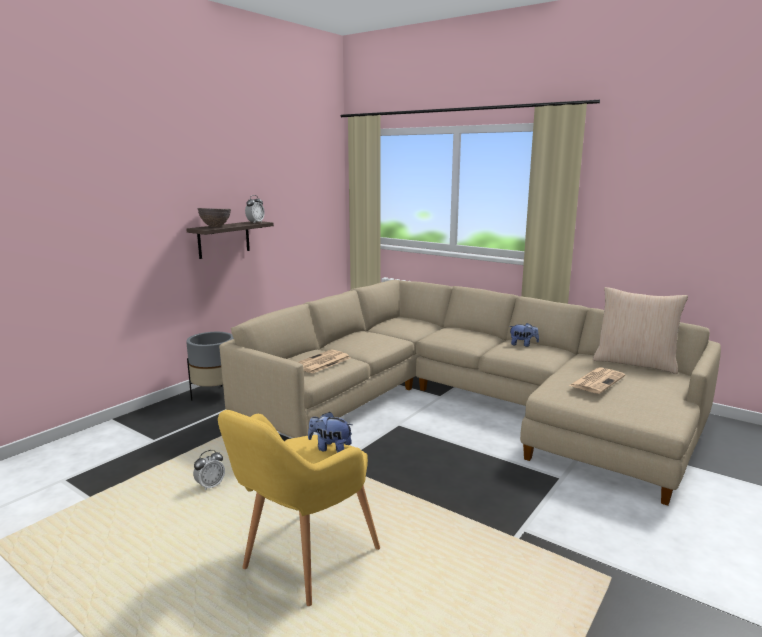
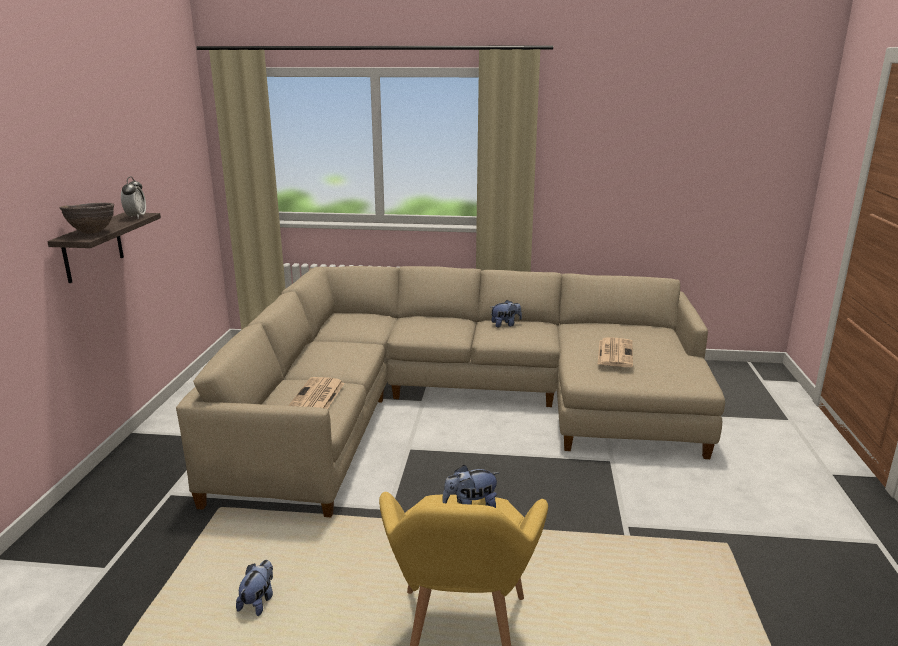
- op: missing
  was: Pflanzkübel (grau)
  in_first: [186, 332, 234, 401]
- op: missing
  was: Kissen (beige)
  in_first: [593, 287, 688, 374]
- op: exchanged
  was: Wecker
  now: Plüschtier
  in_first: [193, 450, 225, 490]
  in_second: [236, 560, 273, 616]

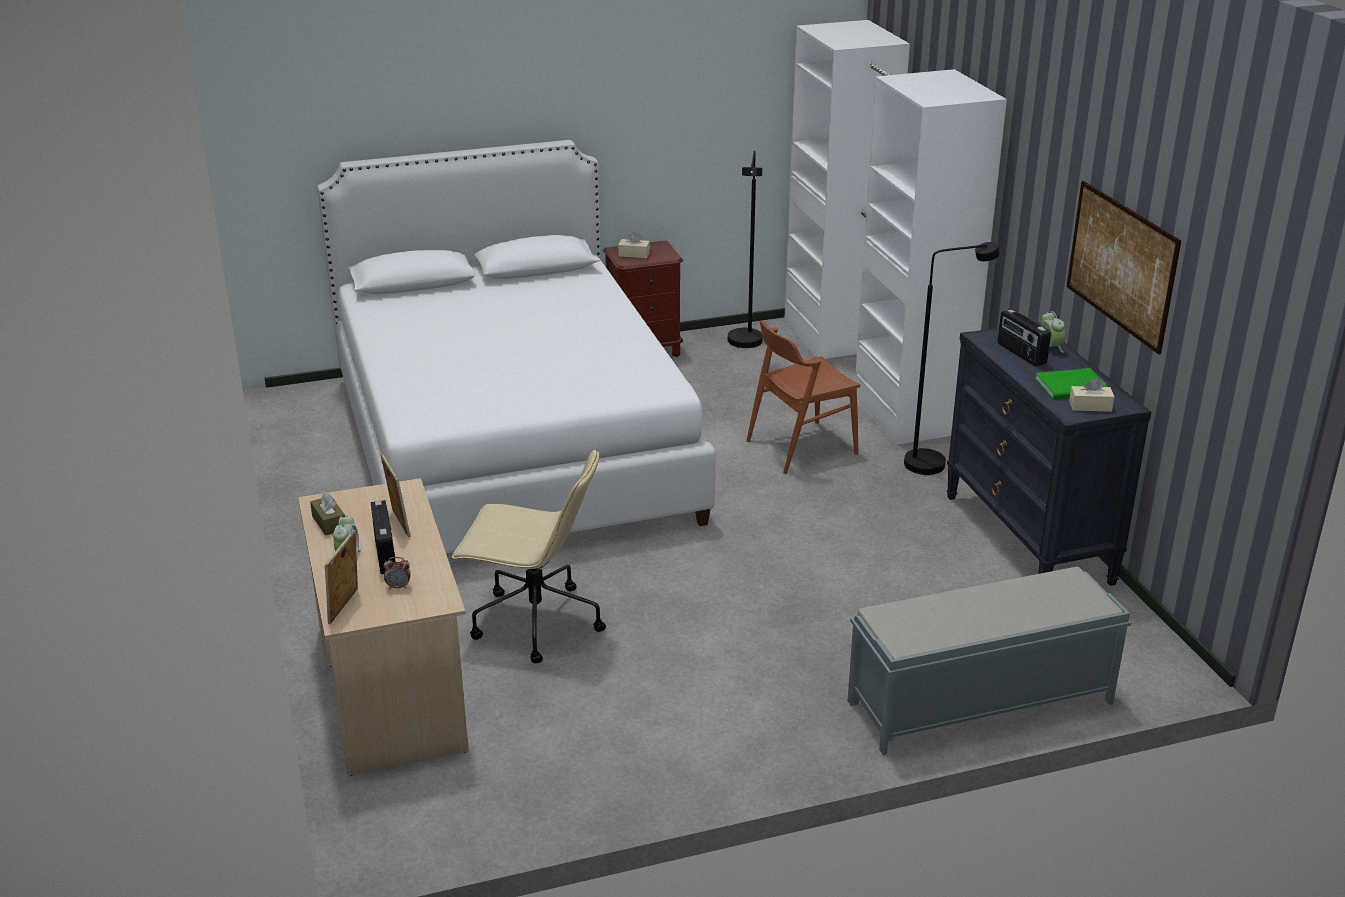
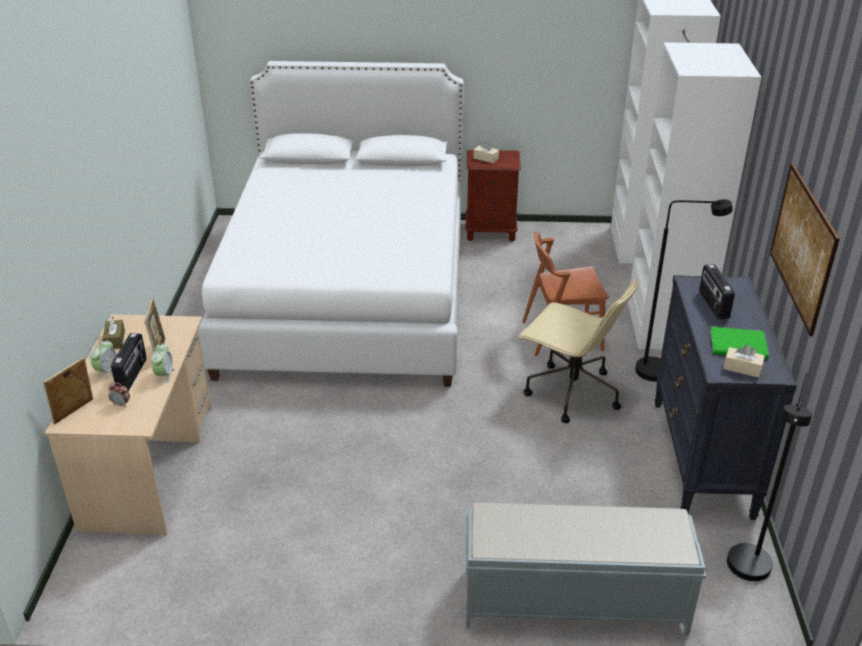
- op: relocated
  was: Bürostuhl (beige)
  in_first: [451, 448, 606, 663]
  in_second: [518, 278, 639, 423]
- op: relocated
  was: Stehlampe (schwarz)
  in_first: [728, 150, 763, 348]
  in_second: [727, 373, 812, 581]
- op: relocated
  was: Wecker
  in_first: [1041, 311, 1065, 353]
  in_second: [151, 344, 175, 383]

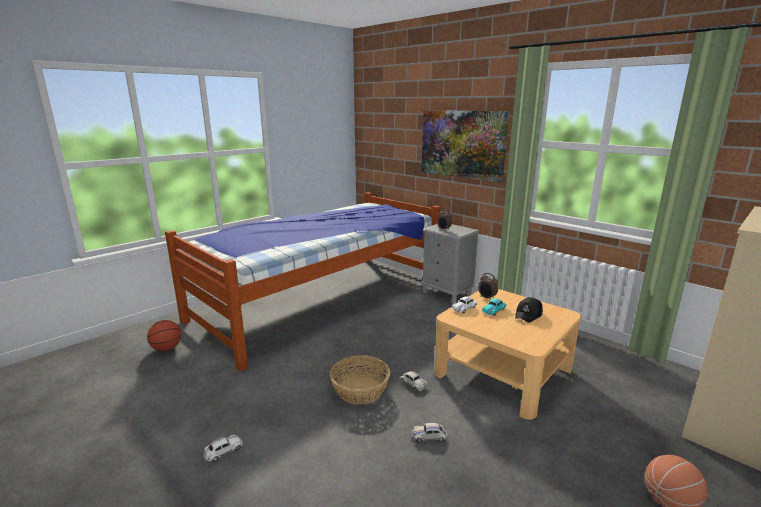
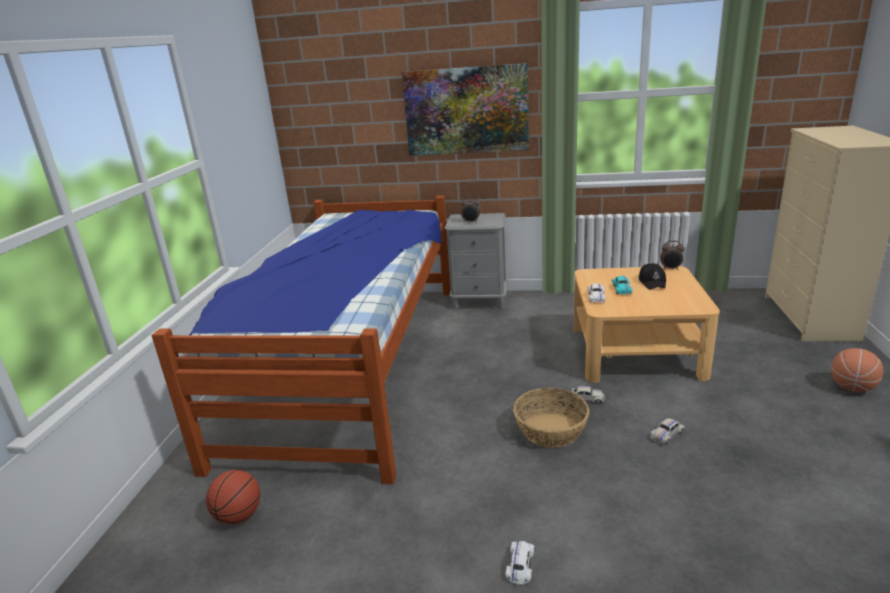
- op: relocated
  was: Wecker
  in_first: [478, 273, 498, 301]
  in_second: [660, 241, 684, 270]

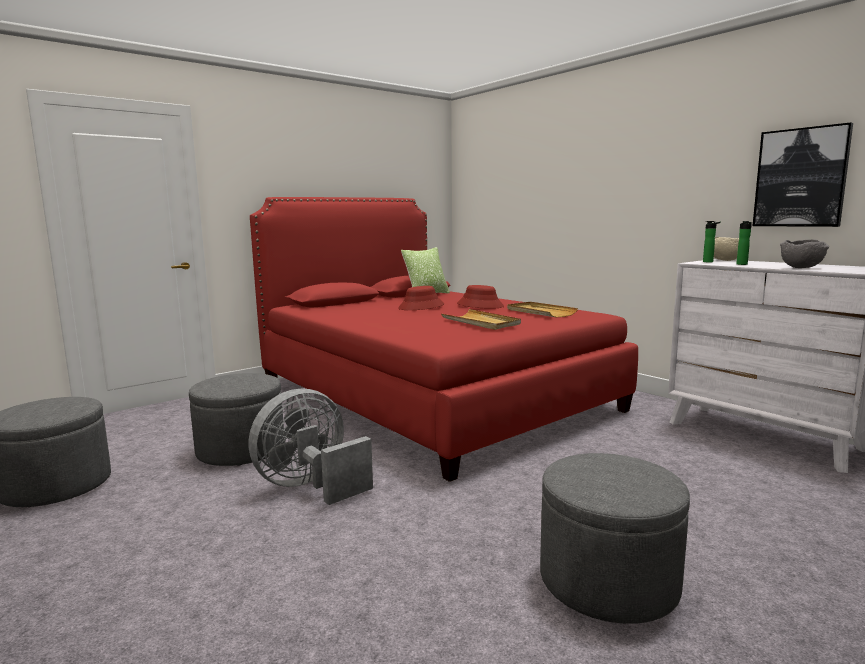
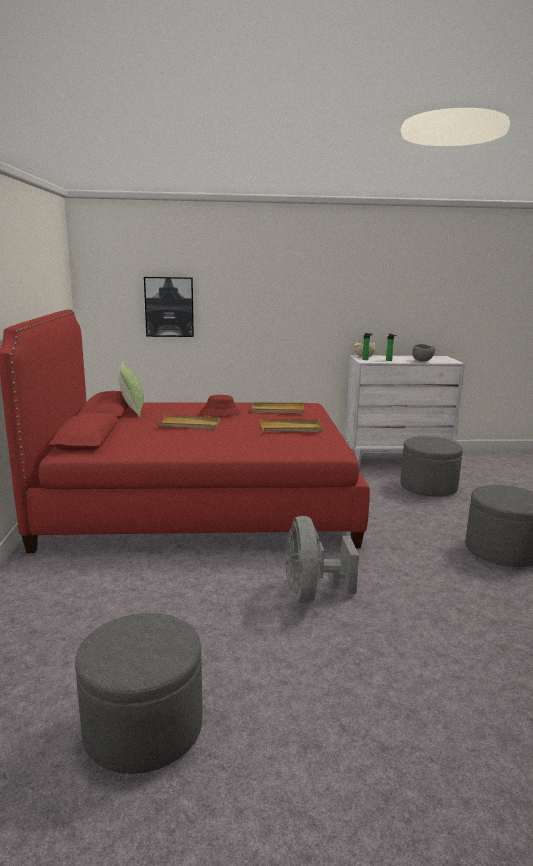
- op: relocated
  was: Polsterhocker (grau)
  in_first: [189, 373, 285, 466]
  in_second: [400, 437, 463, 497]
- op: relocated
  was: Bild
  in_first: [753, 123, 853, 227]
  in_second: [144, 277, 194, 337]
- op: exchanged
  was: Hut (rot)
  now: Tablett (beige)
  in_first: [398, 286, 444, 310]
  in_second: [157, 414, 220, 430]

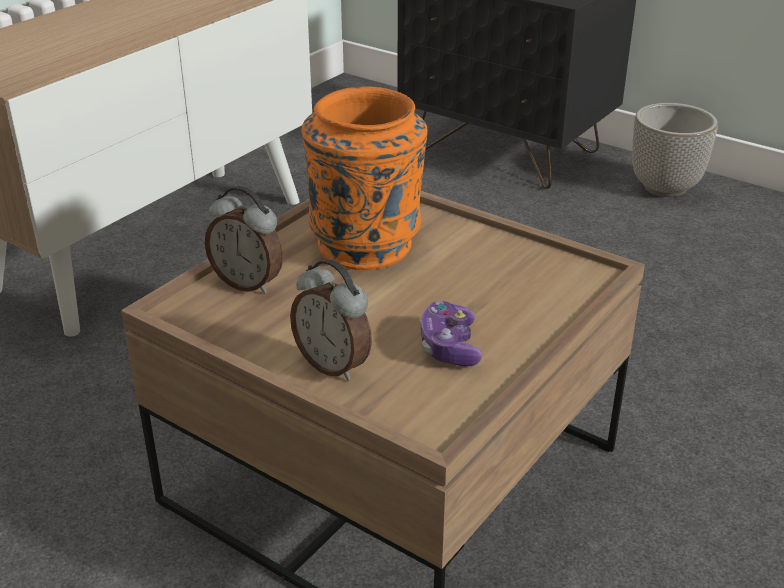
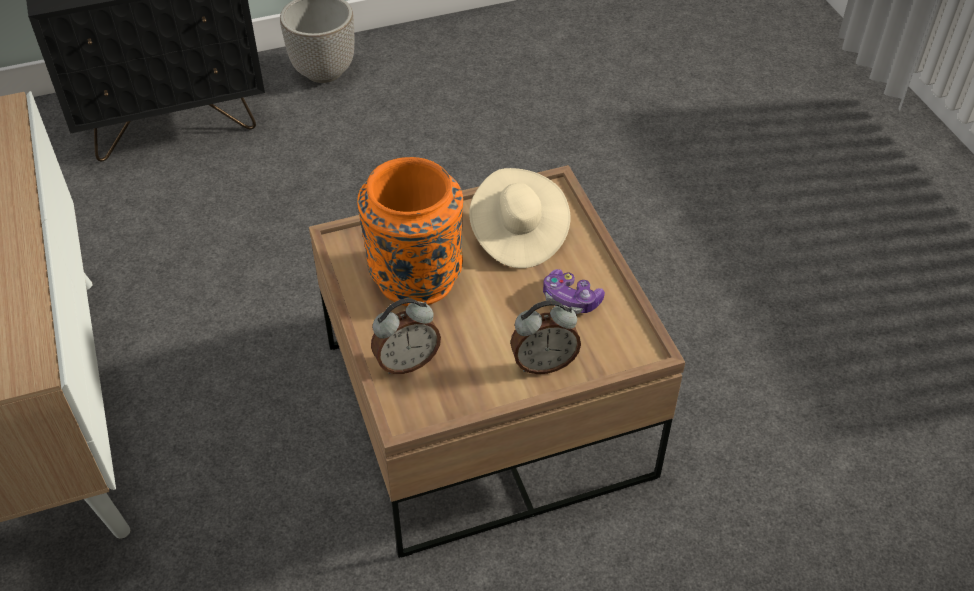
- op: appeared
  now: Hut (beige)
  in_second: [469, 168, 570, 268]

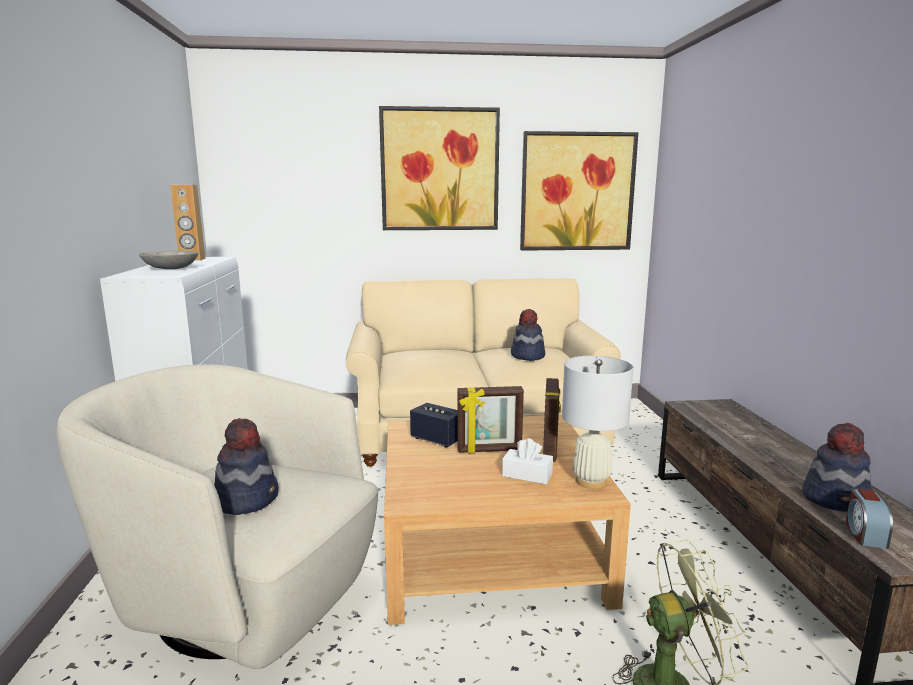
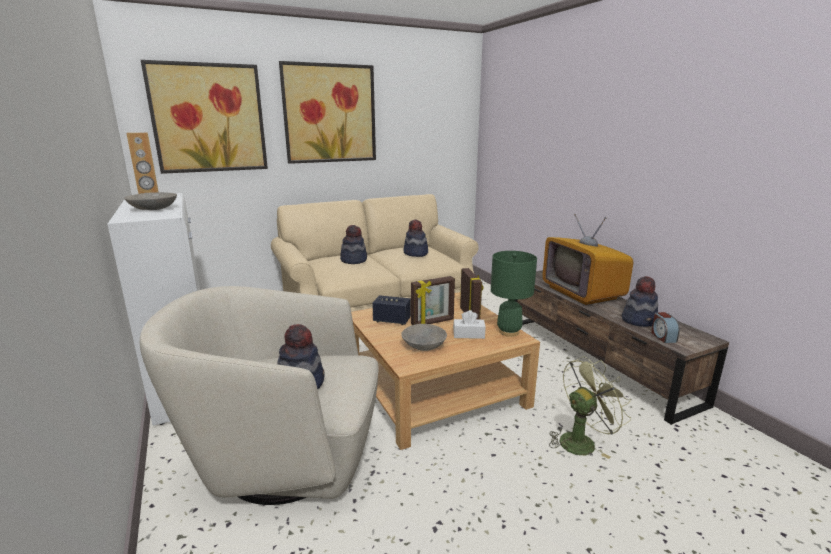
- op: appeared
  now: Hut
  in_second: [340, 225, 367, 264]
- op: appeared
  now: Schüssel (grau)
  in_second: [401, 324, 447, 351]
- op: appeared
  now: Fernseher
  in_second: [542, 214, 633, 305]
- op: relocated
  was: Bild
  in_first: [520, 131, 638, 251]
  in_second: [141, 60, 268, 174]
- op: colour
  was: Tischlampe (weiß)
  now: Tischlampe (grün)
  in_first: [562, 356, 633, 489]
  in_second: [491, 251, 537, 337]

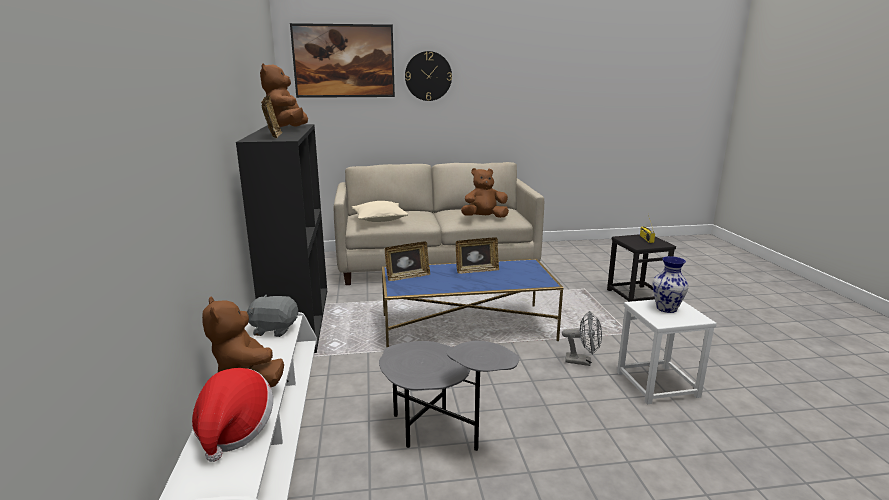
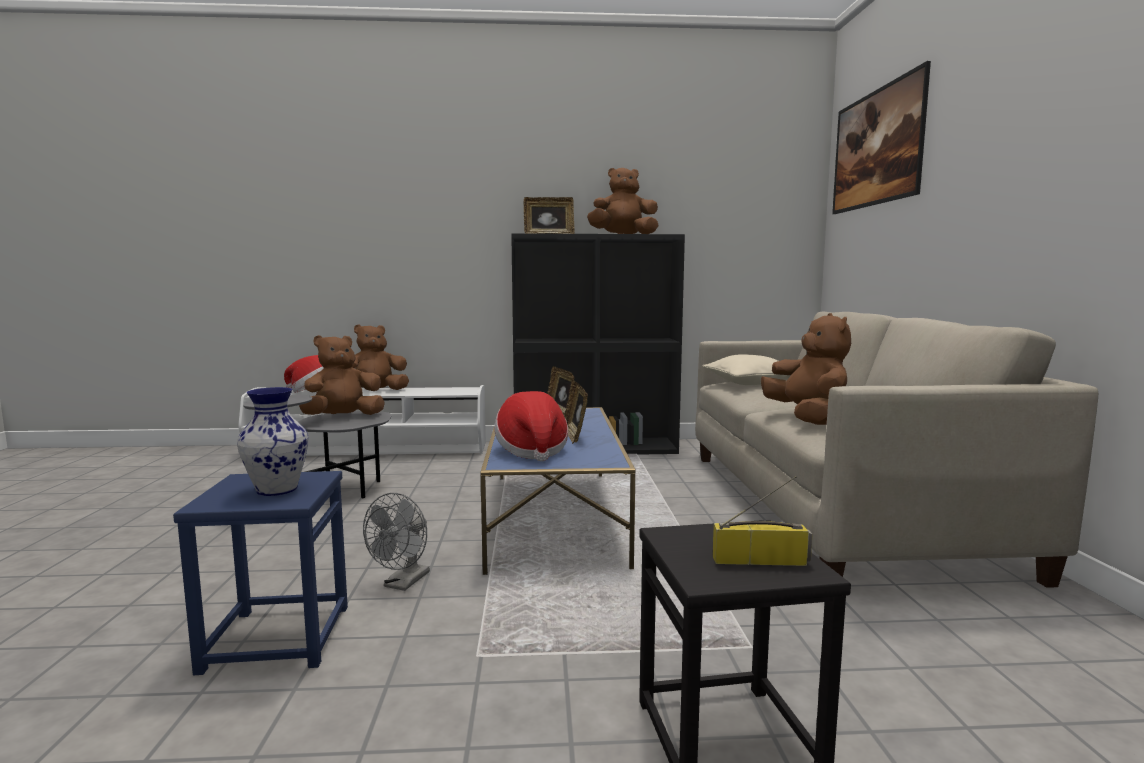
- op: missing
  was: Plüschtier (grau)
  in_first: [247, 294, 298, 337]
- op: missing
  was: Wanduhr
  in_first: [405, 51, 452, 101]
- op: appeared
  now: Plüschtier (braun)
  in_second: [299, 335, 385, 415]
- op: appeared
  now: Hut
  in_second: [494, 391, 568, 462]
- op: colour
  was: Hocker (weiß)
  now: Hocker (blau)
  in_first: [617, 299, 717, 404]
  in_second: [173, 471, 348, 675]

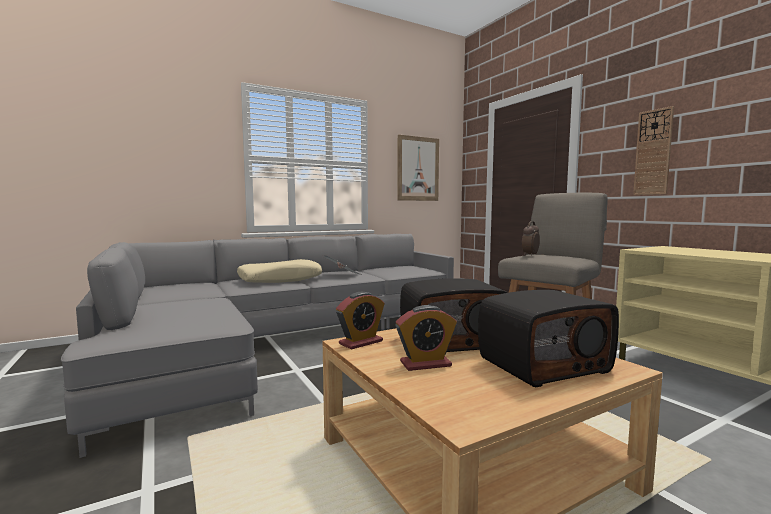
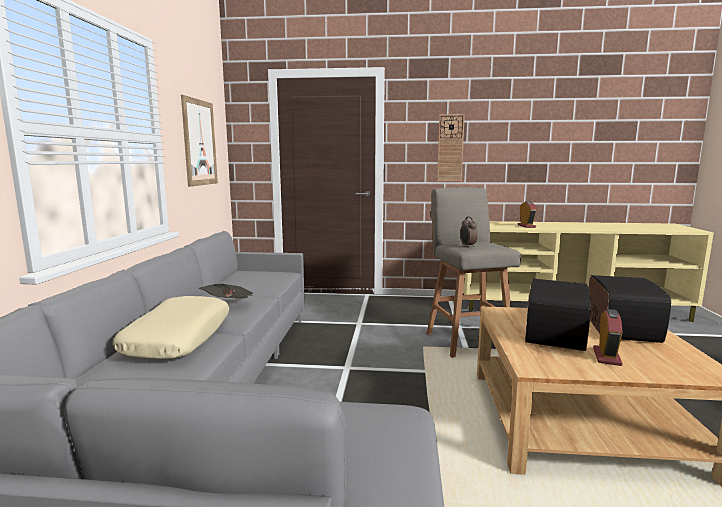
- op: relocated
  was: Wecker
  in_first: [336, 292, 384, 349]
  in_second: [517, 201, 537, 228]

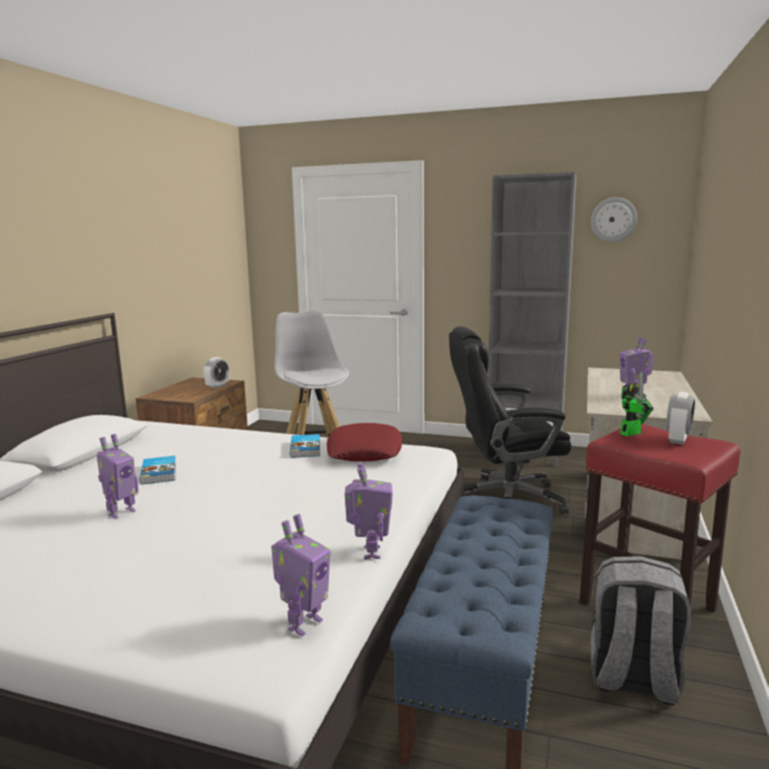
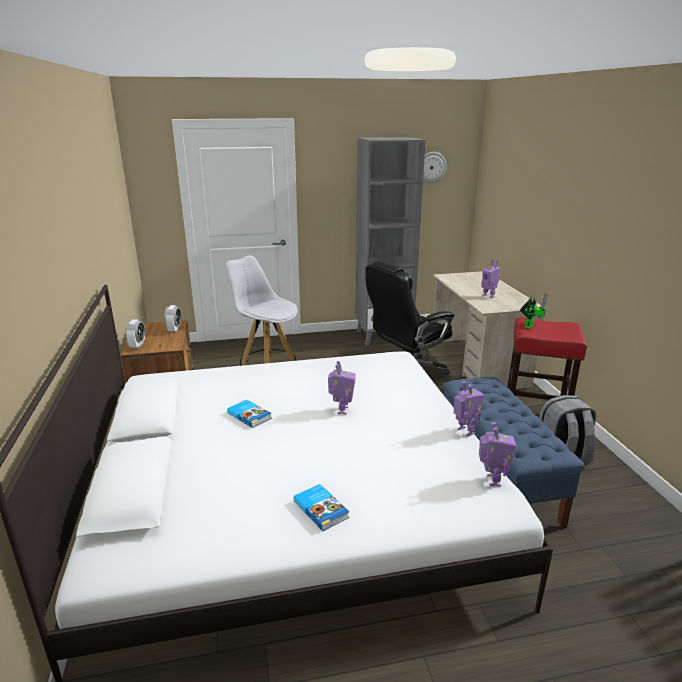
- op: missing
  was: Kissen (rot)
  in_first: [327, 423, 402, 462]
- op: relocated
  was: Spielzeugroboter
  in_first: [97, 434, 139, 519]
  in_second: [328, 361, 356, 414]
- op: relocated
  was: Buch
  in_first: [290, 434, 320, 458]
  in_second: [294, 484, 349, 531]
- op: relocated
  was: Wecker
  in_first: [666, 392, 695, 445]
  in_second: [125, 320, 145, 349]

